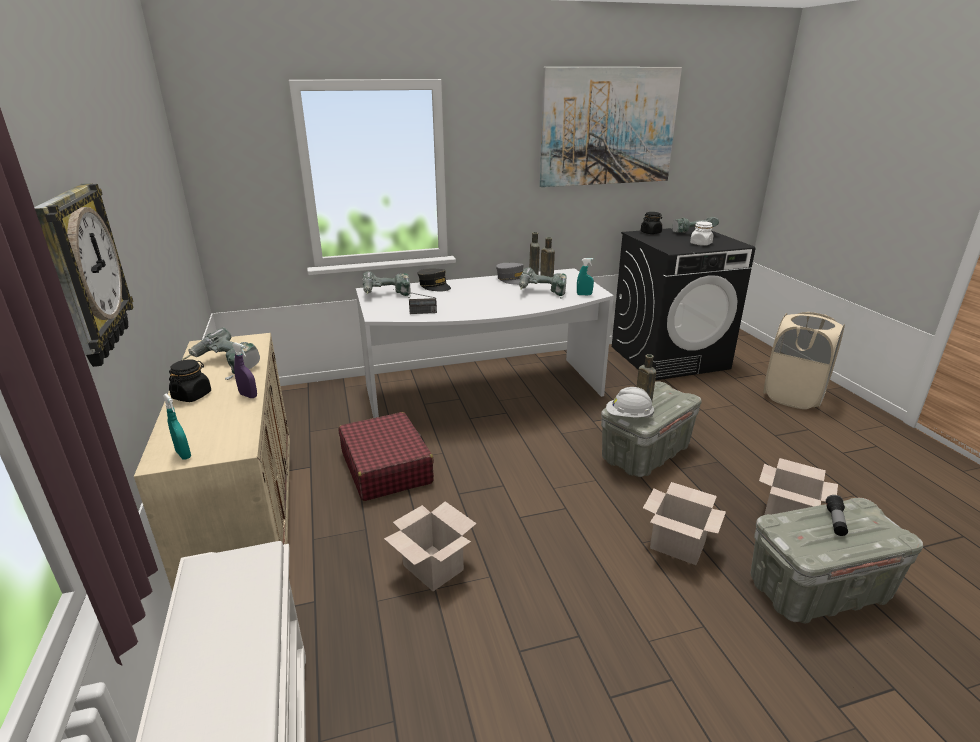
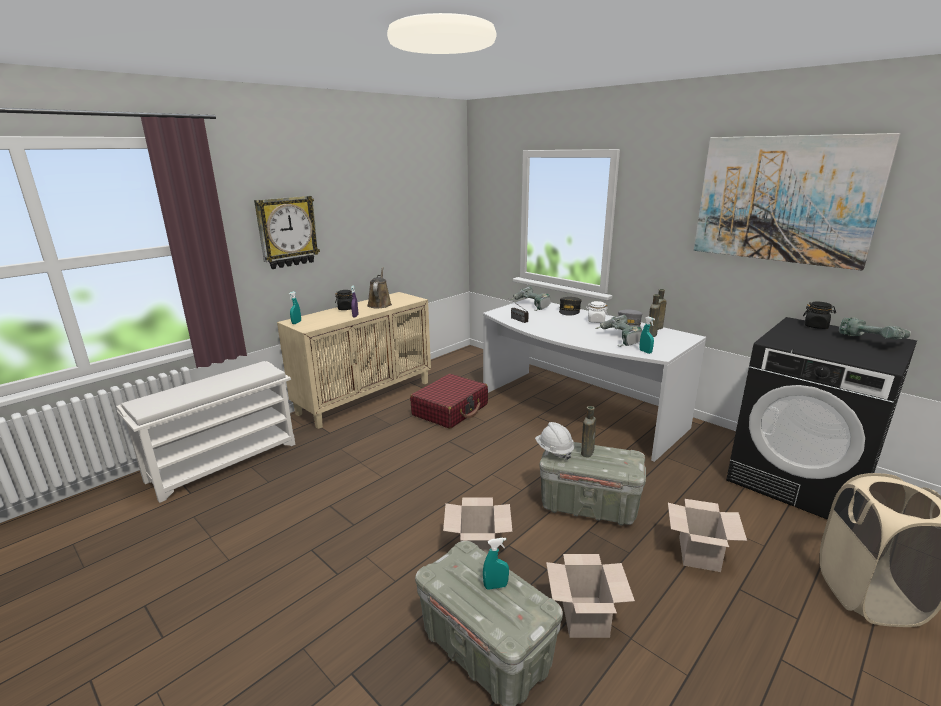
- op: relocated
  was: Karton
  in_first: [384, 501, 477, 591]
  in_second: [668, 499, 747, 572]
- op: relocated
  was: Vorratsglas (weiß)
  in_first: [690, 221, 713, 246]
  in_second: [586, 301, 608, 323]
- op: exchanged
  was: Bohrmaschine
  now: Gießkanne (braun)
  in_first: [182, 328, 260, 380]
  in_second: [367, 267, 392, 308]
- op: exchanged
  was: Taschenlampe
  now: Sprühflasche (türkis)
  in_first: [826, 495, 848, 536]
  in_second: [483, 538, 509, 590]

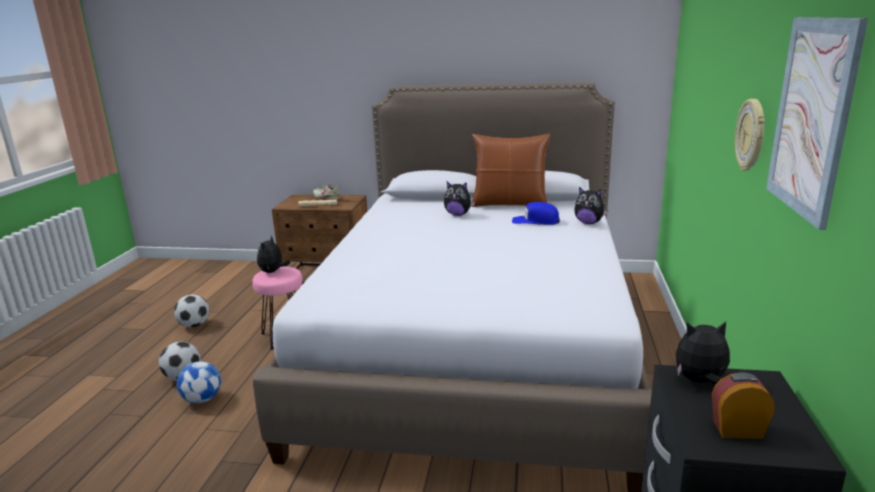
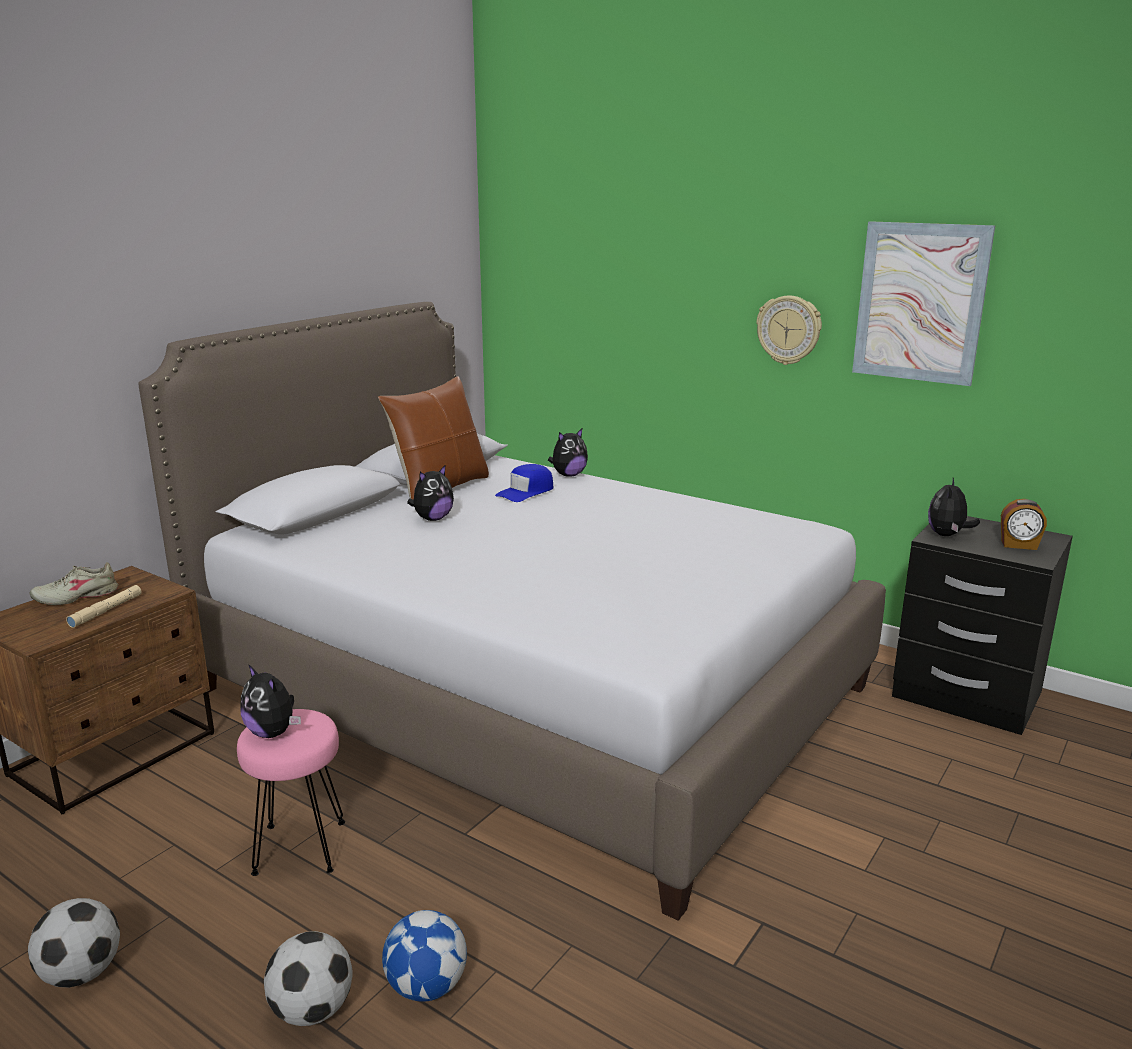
- op: spun
  was: Wecker
  in_first: [712, 372, 775, 439]
  in_second: [1001, 499, 1047, 550]
  clockwise: -105

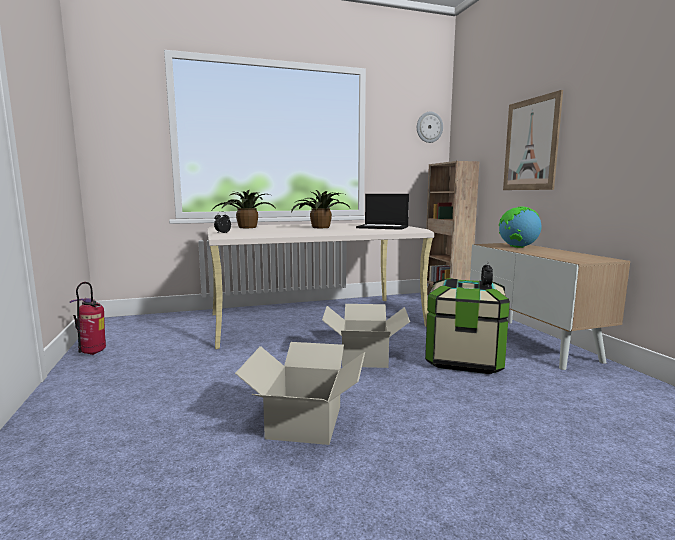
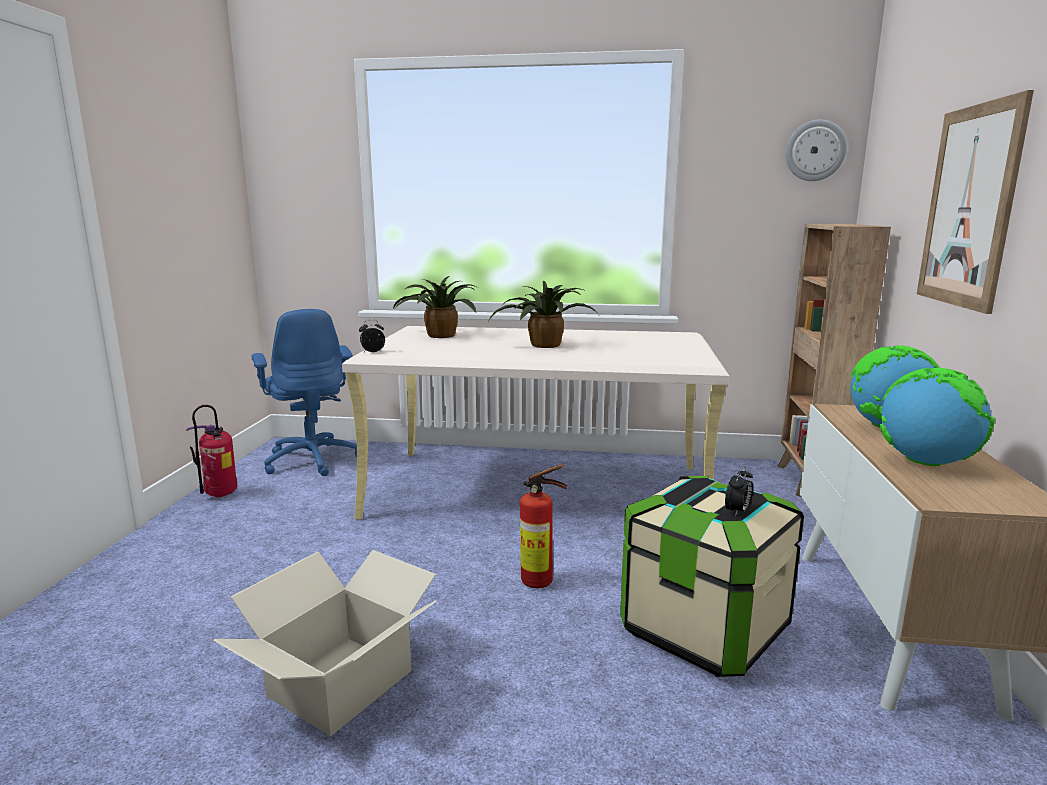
- op: missing
  was: Laptop
  in_first: [356, 194, 409, 230]
- op: appeared
  now: Bürostuhl (blau)
  in_second: [251, 309, 357, 476]
- op: appeared
  now: Globus
  in_second: [879, 368, 994, 466]
- op: exchanged
  was: Karton
  now: Feuerlöscher
  in_first: [322, 304, 410, 368]
  in_second: [520, 464, 568, 588]

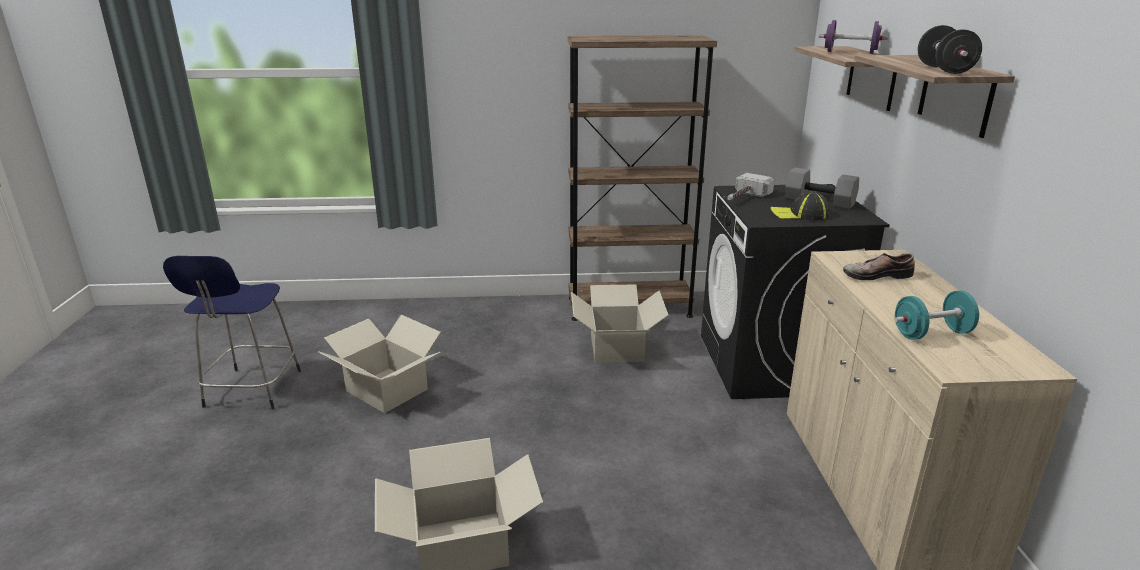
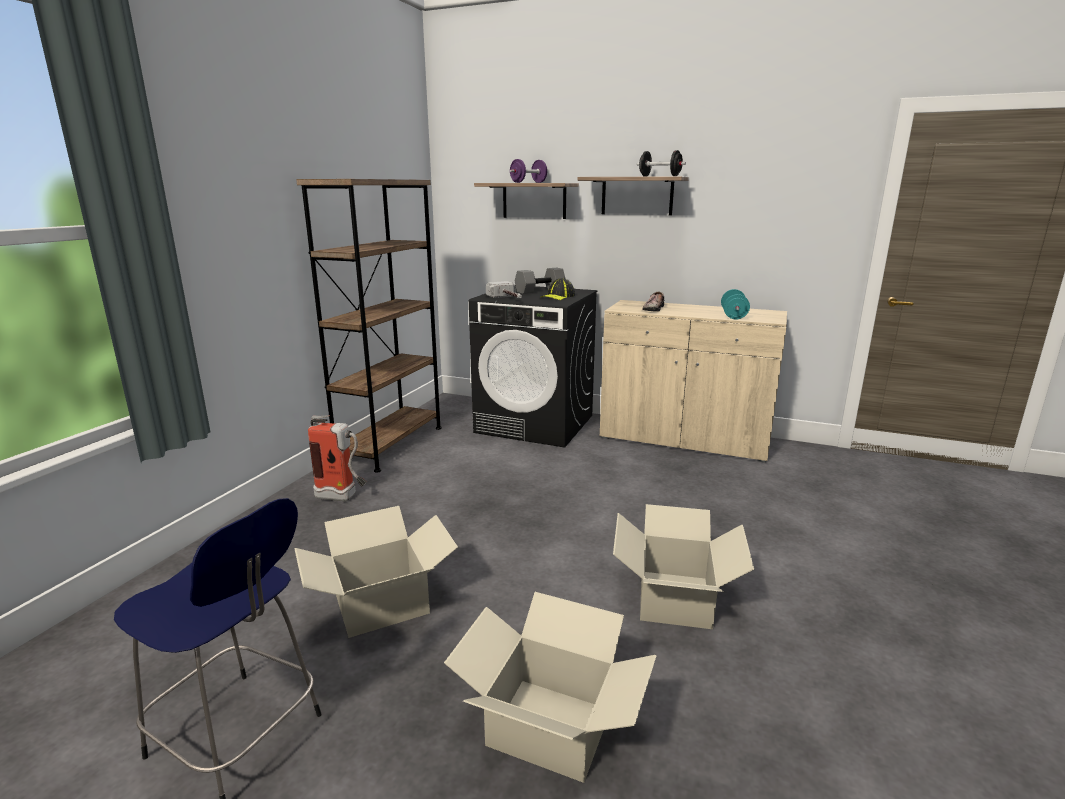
- op: appeared
  now: Feuerlöscher
  in_second: [308, 415, 367, 501]
- op: relocated
  was: Karton
  in_first: [571, 284, 668, 363]
  in_second: [444, 592, 657, 783]

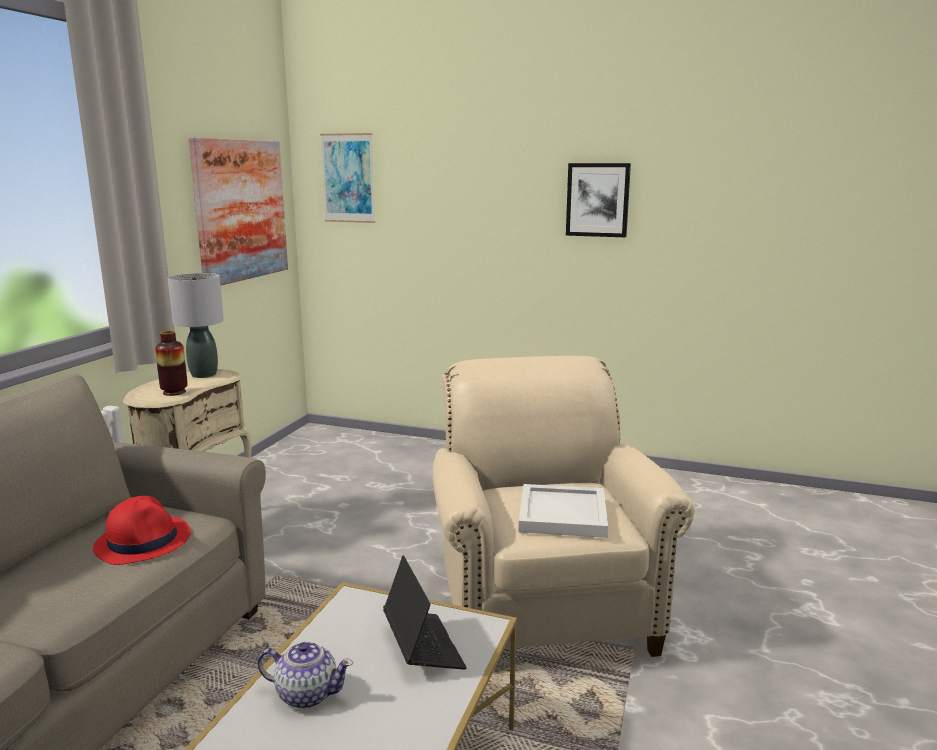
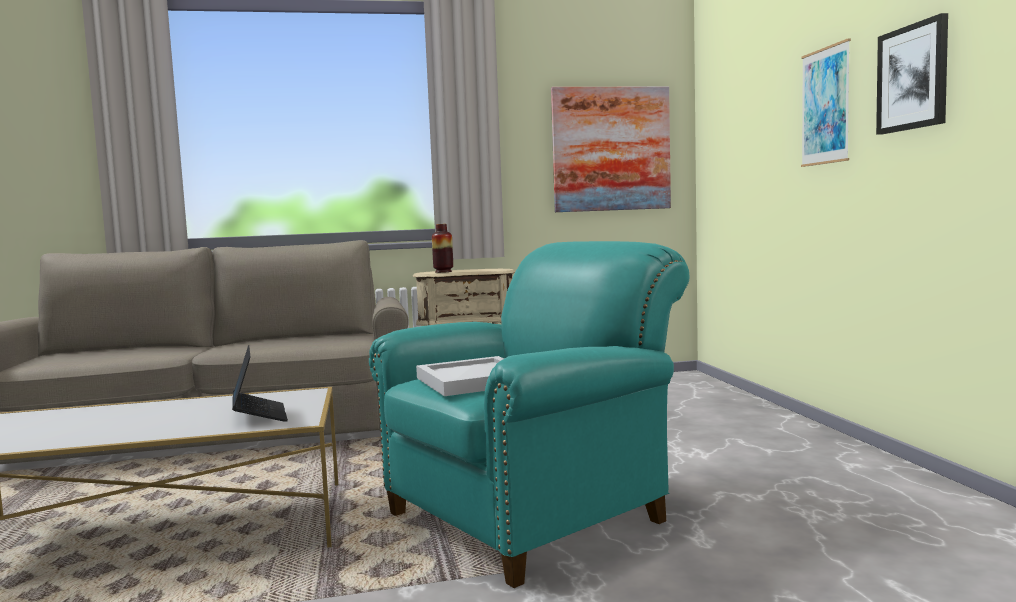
- op: missing
  was: Hut (rot)
  in_first: [93, 496, 191, 565]
- op: missing
  was: Tischlampe (grau)
  in_first: [168, 273, 224, 378]
- op: missing
  was: Teekanne
  in_first: [257, 642, 353, 709]
- op: relocated
  was: Bild
  in_first: [320, 133, 375, 223]
  in_second: [801, 38, 851, 167]
- op: colour
  was: Sessel (beige)
  now: Sessel (türkis)
  in_first: [433, 356, 695, 657]
  in_second: [369, 241, 690, 588]
- op: spun
  was: Laptop
  in_first: [383, 556, 467, 669]
  in_second: [232, 345, 288, 422]
  clockwise: -60

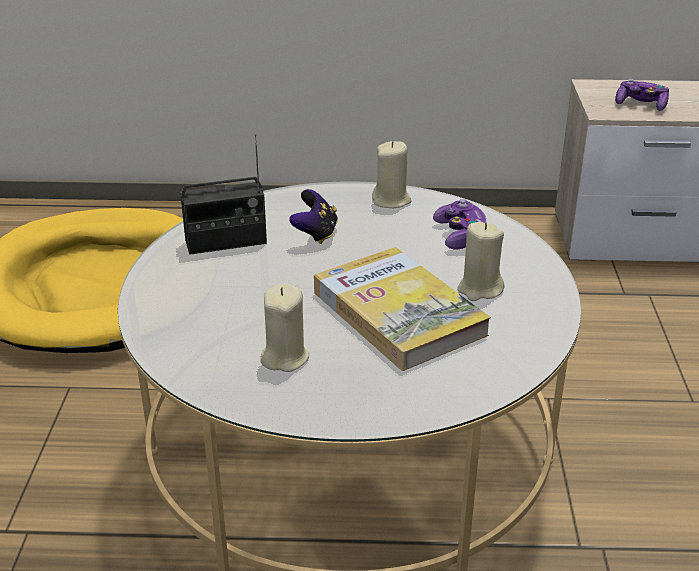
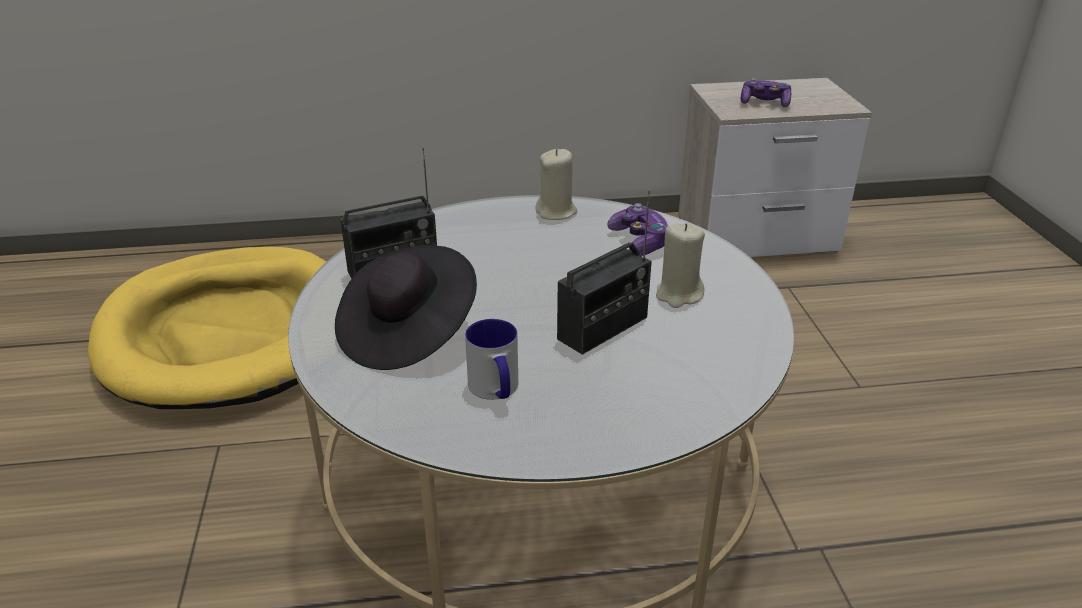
- op: missing
  was: Gamepad
  in_first: [290, 189, 338, 244]
- op: appeared
  now: Hut (schwarz)
  in_second: [335, 245, 477, 370]
- op: exchanged
  was: Kerze (beige)
  now: Henkelbecher
  in_first: [260, 284, 309, 372]
  in_second: [465, 319, 518, 400]
- op: exchanged
  was: Buch
  now: Radio
  in_first: [314, 247, 491, 371]
  in_second: [557, 191, 652, 355]

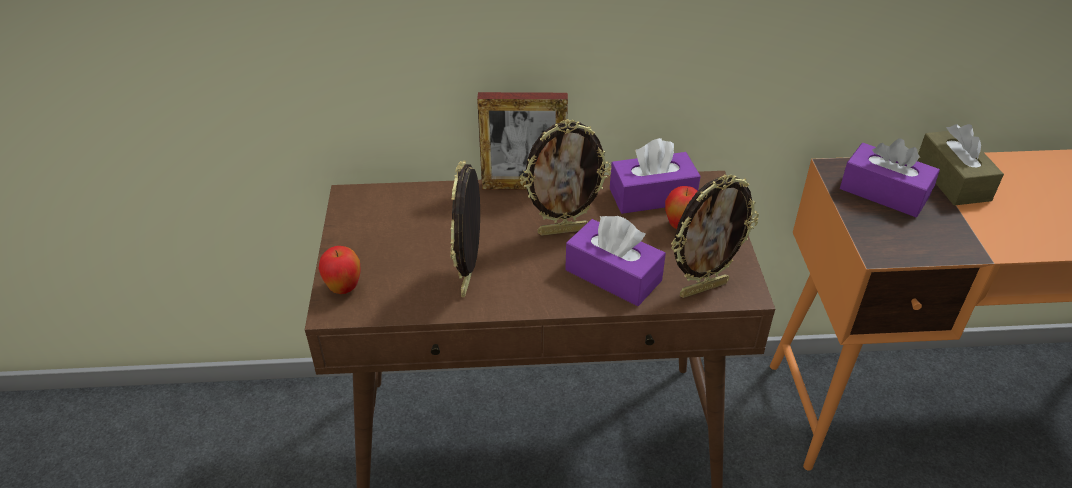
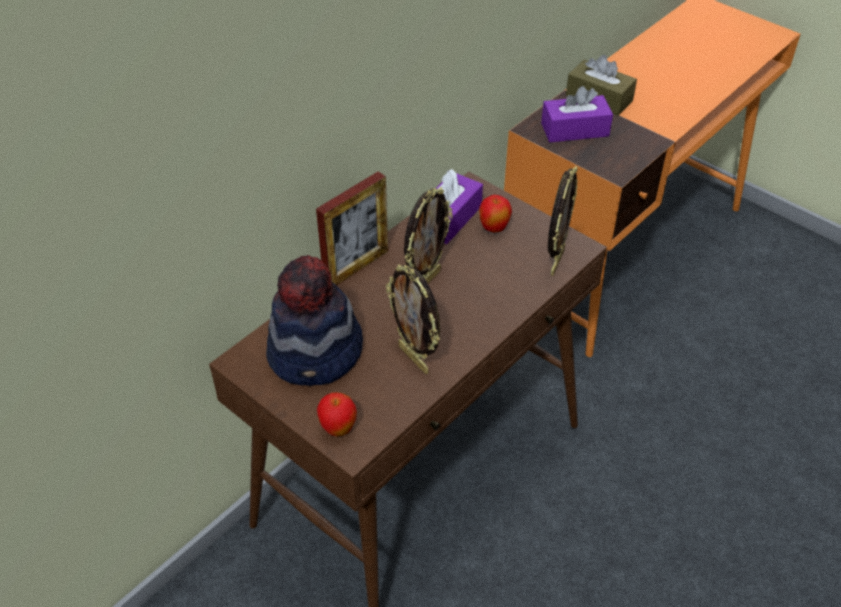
- op: missing
  was: Taschentuchbox (lila)
  in_first: [565, 216, 666, 306]
- op: appeared
  now: Hut
  in_second: [266, 255, 363, 386]

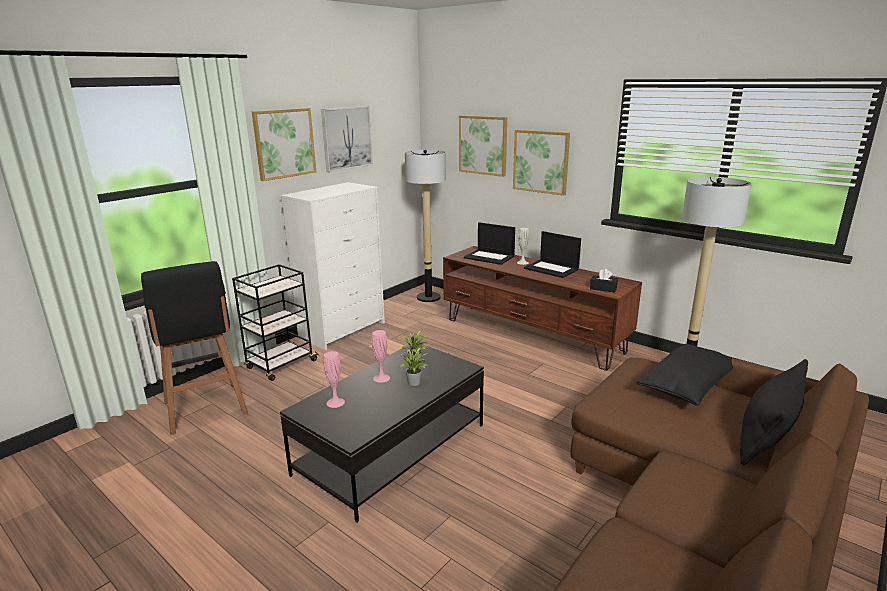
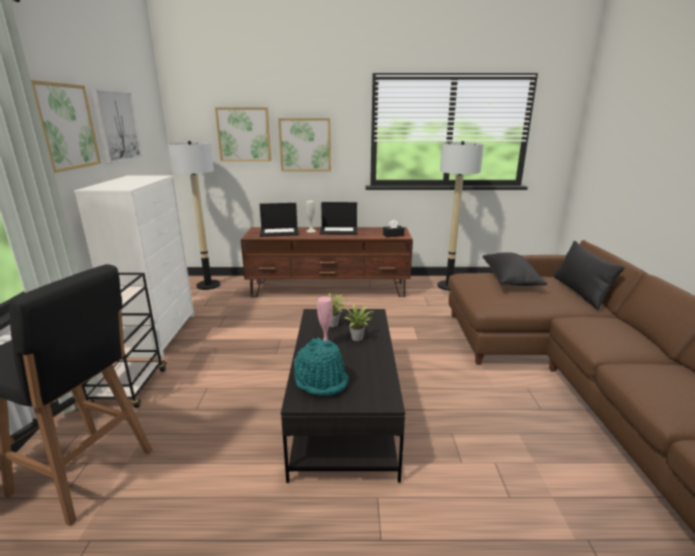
- op: exchanged
  was: Vase (rosa)
  now: Hut (türkis)
  in_first: [323, 351, 345, 408]
  in_second: [294, 337, 349, 396]

